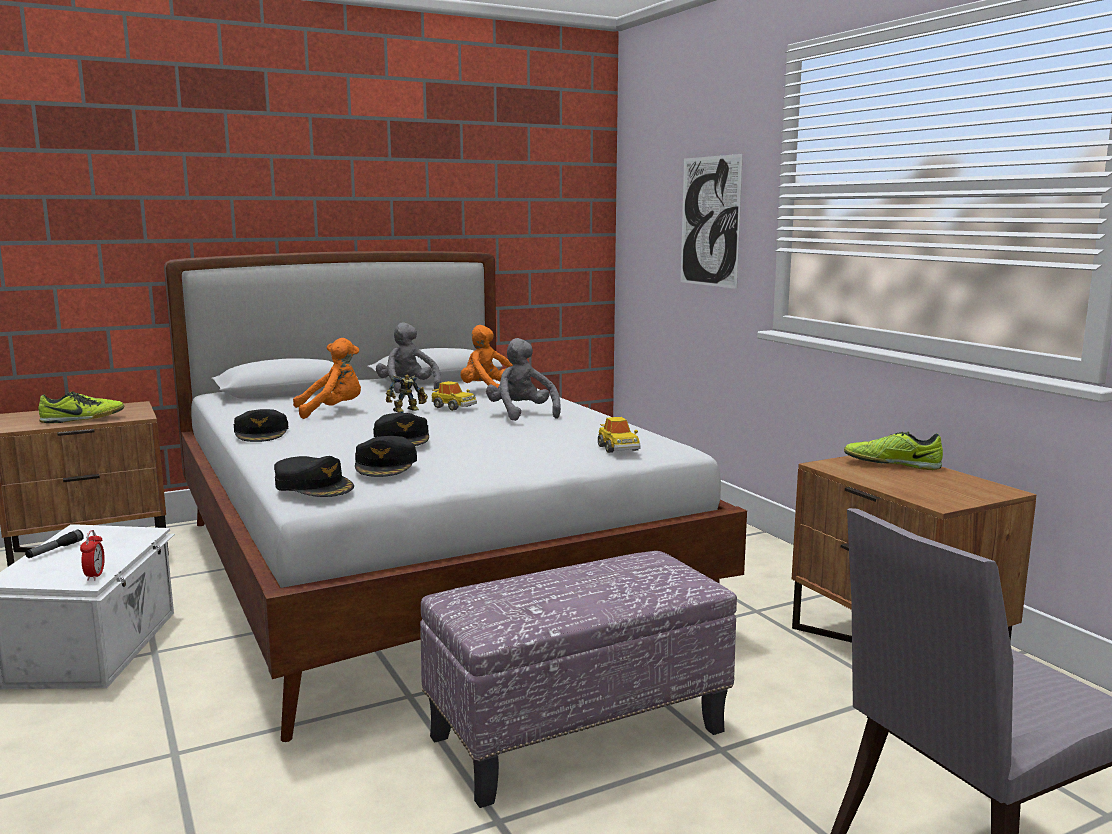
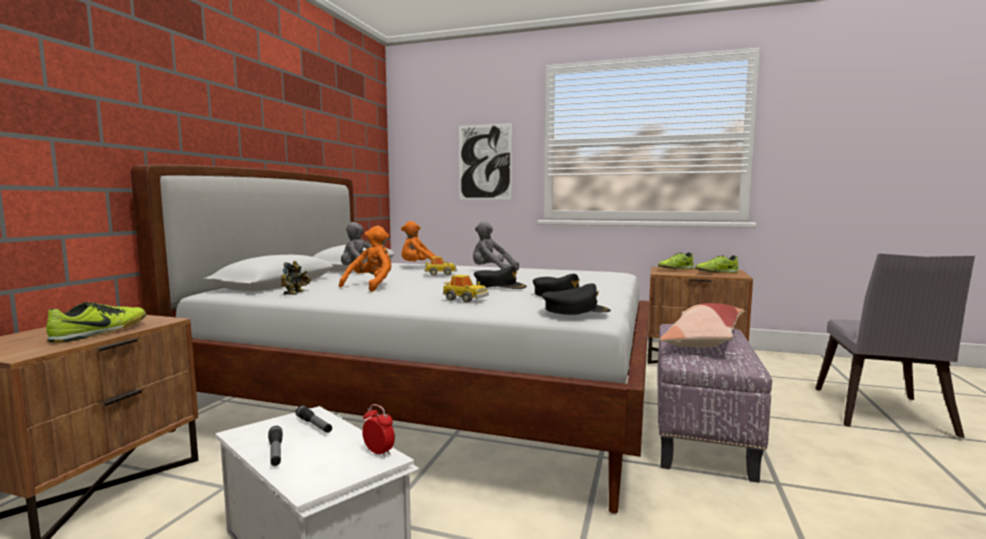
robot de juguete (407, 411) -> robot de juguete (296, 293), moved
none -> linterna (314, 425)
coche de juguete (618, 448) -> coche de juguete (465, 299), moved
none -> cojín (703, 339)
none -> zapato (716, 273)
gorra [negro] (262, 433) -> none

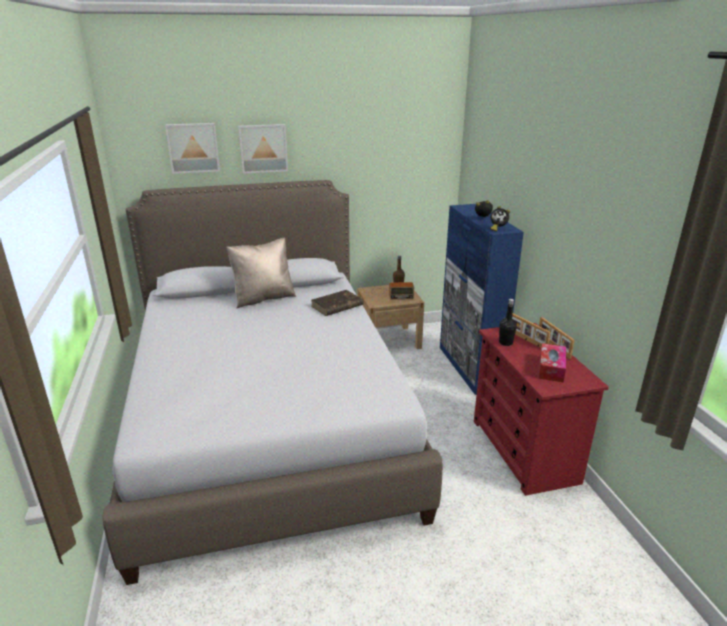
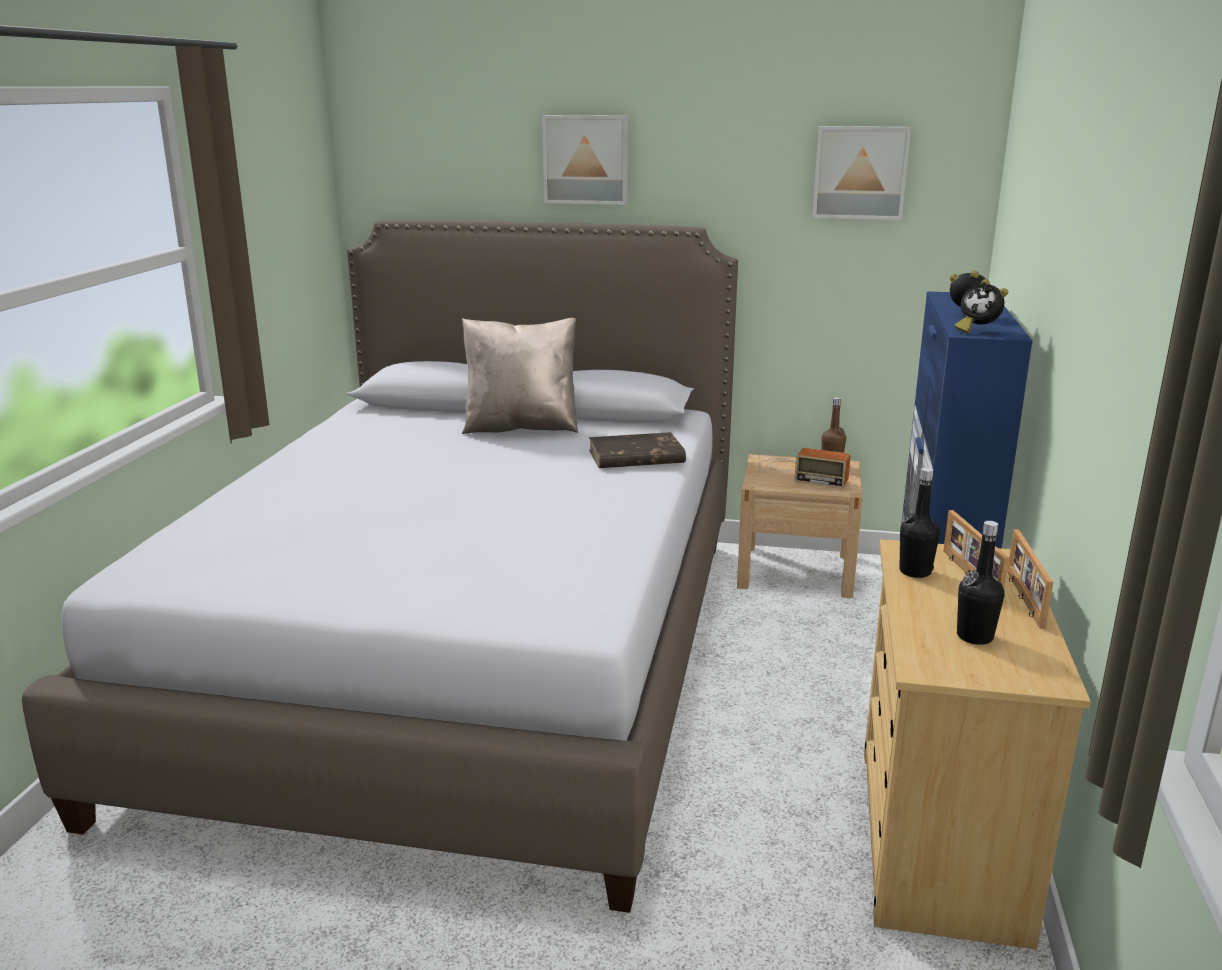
cuadro (193, 147) -> cuadro (860, 172), moved
cómoda [rojo] (524, 451) -> cómoda [beis] (938, 839)
caja de pañuelos (551, 368) -> botella [negro] (974, 636)

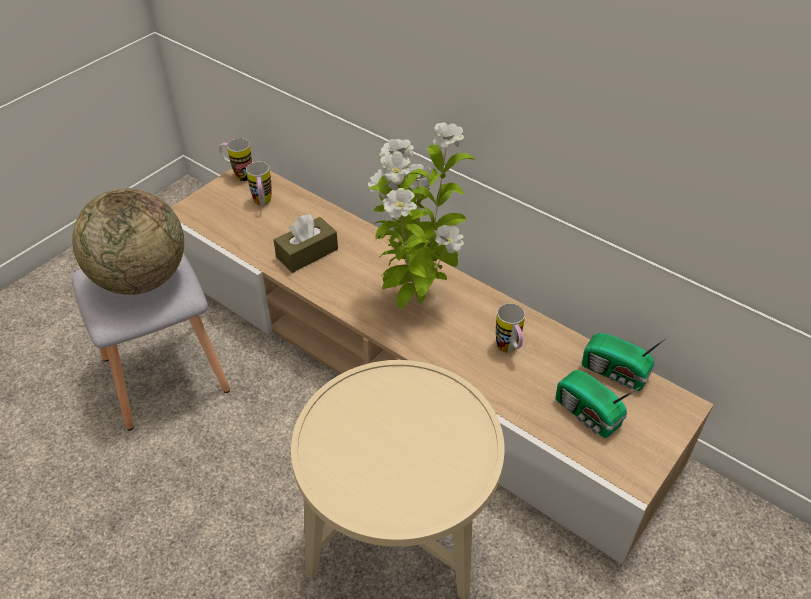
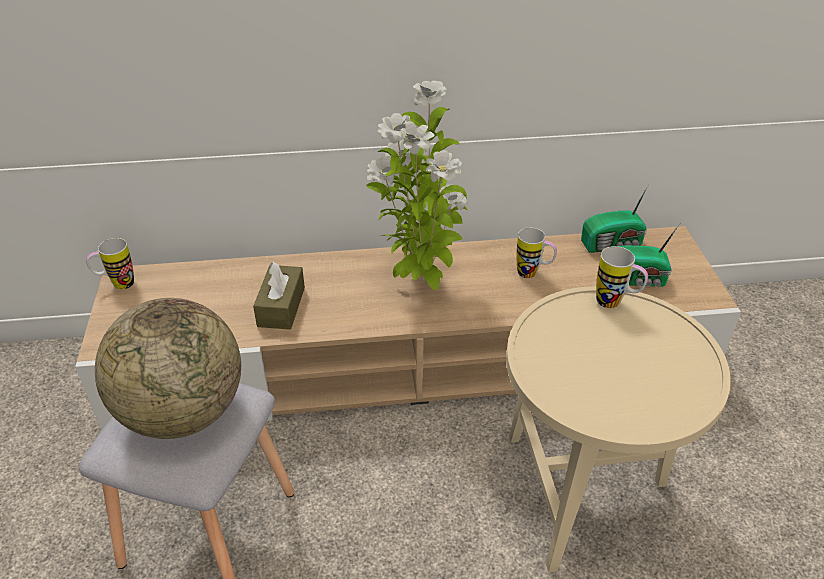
taza grande (263, 204) -> taza grande (615, 303), moved

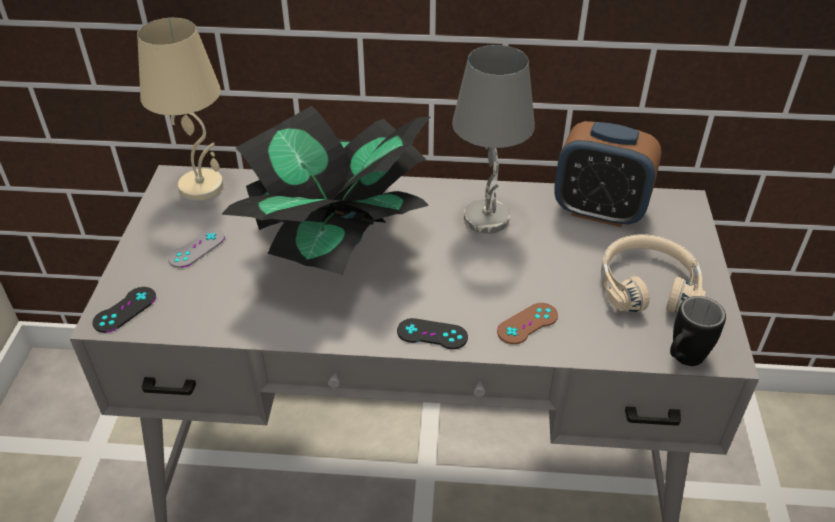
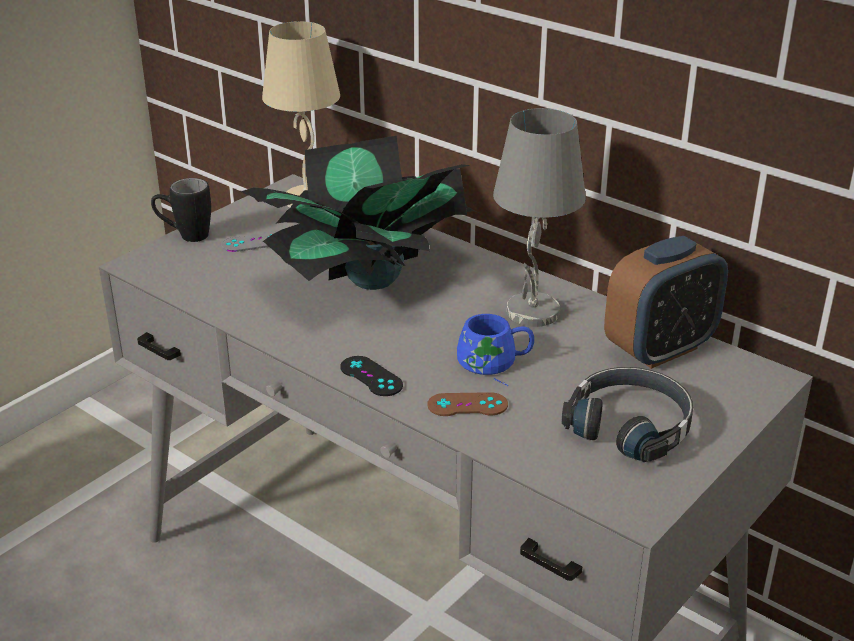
taza grande [negro] (682, 360) -> taza grande [negro] (185, 236), moved
none -> taza grande [azul] (494, 364)
auriculares [beis] (646, 284) -> auriculares [negro] (630, 425)
despertador (599, 211) -> despertador (660, 349), 90 degrees counterclockwise
mando de consola [negro] (125, 310) -> none

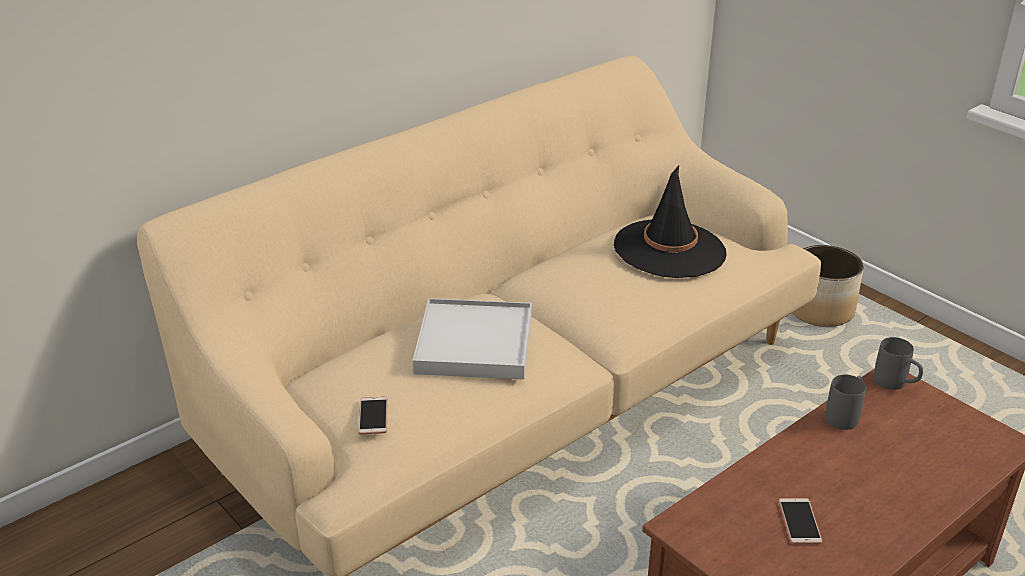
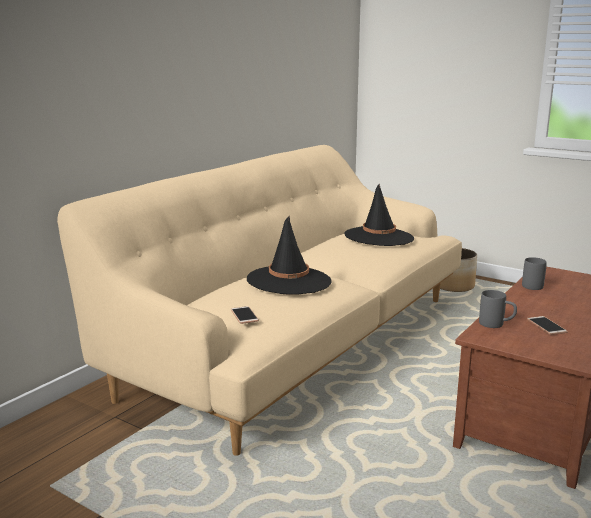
bandeja [blanco] (474, 344) -> sombrero [negro] (289, 281)
taza grande [gris] (896, 384) -> taza grande [gris] (496, 325), moved

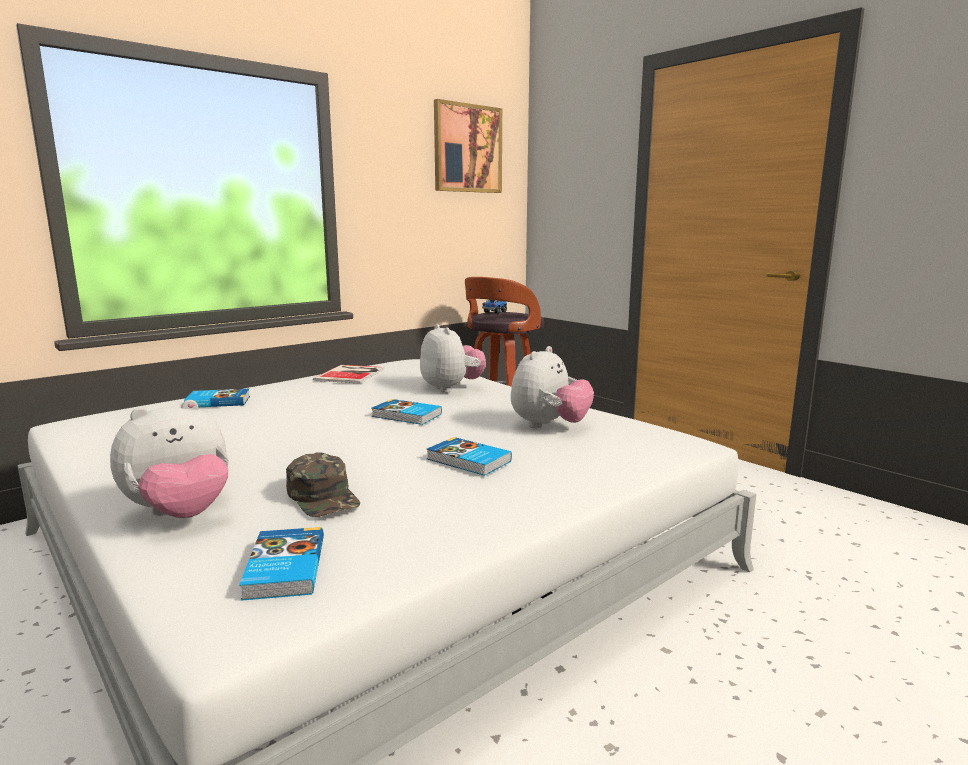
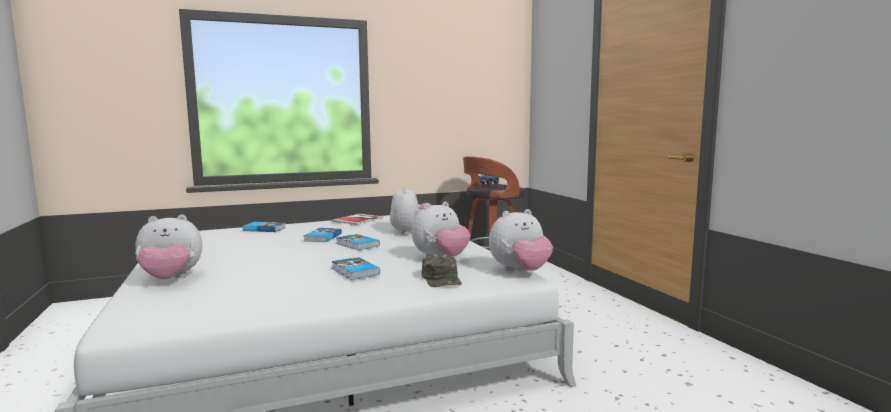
libro (283, 568) -> libro (322, 237), moved
gorra [verde] (324, 496) -> gorra [verde] (442, 279), moved
none -> peluche (520, 271)
cuadro (467, 149) -> none

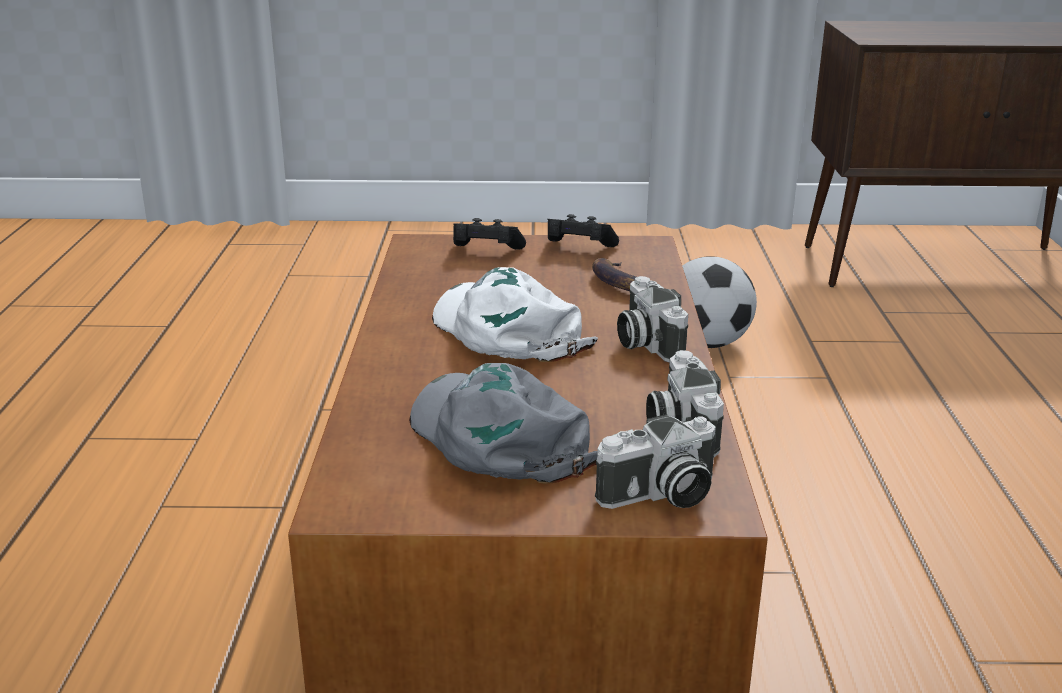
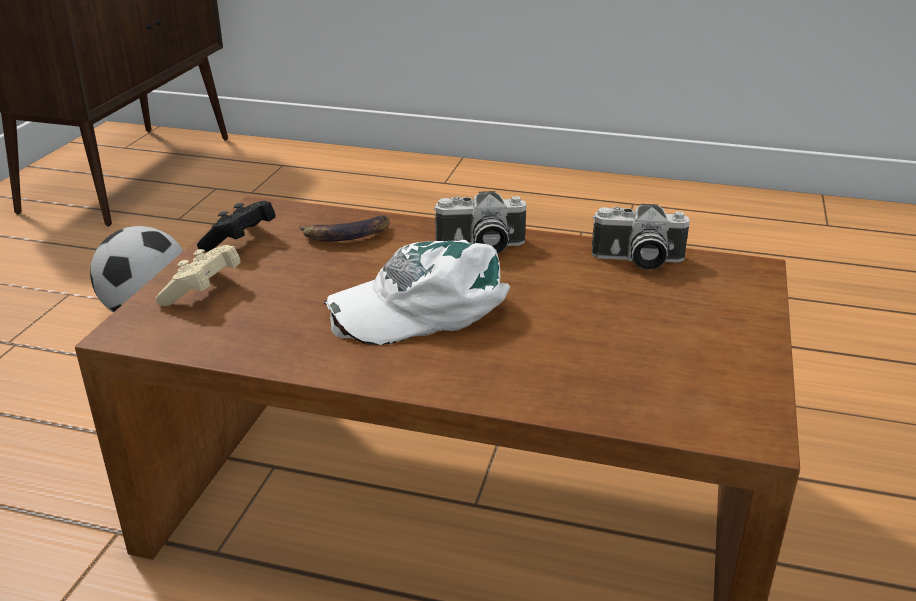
mando de consola [negro] (485, 252) -> mando de consola [beis] (203, 291)
gorra [gris] (499, 438) -> none
cámara (660, 496) -> none

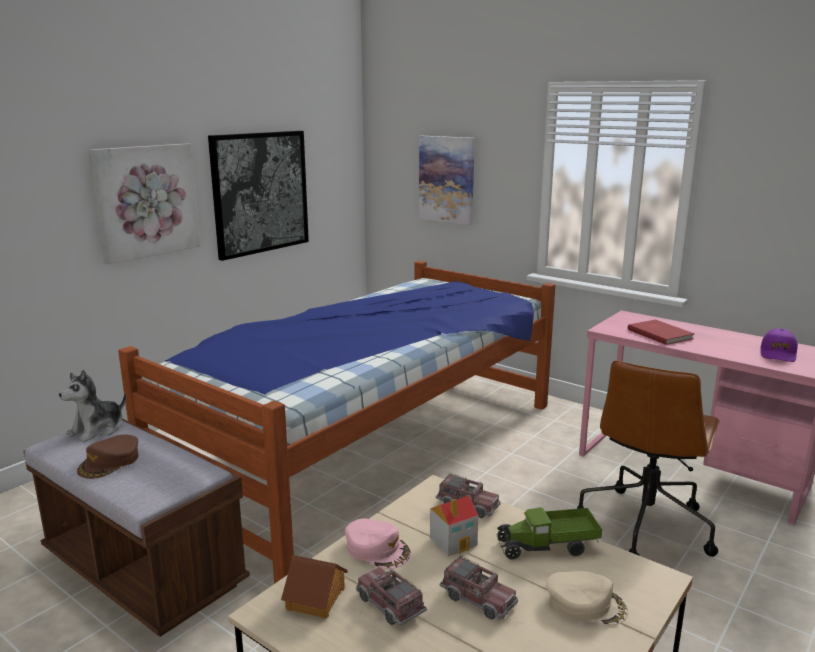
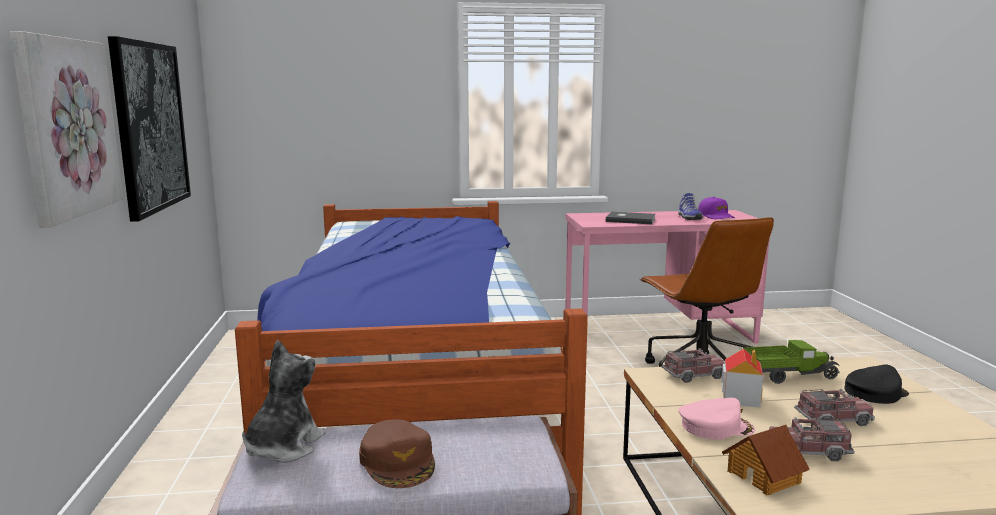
peluche (97, 430) -> peluche (283, 447), 150 degrees counterclockwise
libro [rojo] (660, 333) -> libro [gris] (630, 220)
none -> zapato (688, 218)
camión de juguete (547, 546) -> camión de juguete (788, 375), 135 degrees counterclockwise
gorra [beis] (586, 604) -> gorra [negro] (874, 392)
cuadro (447, 179) -> none

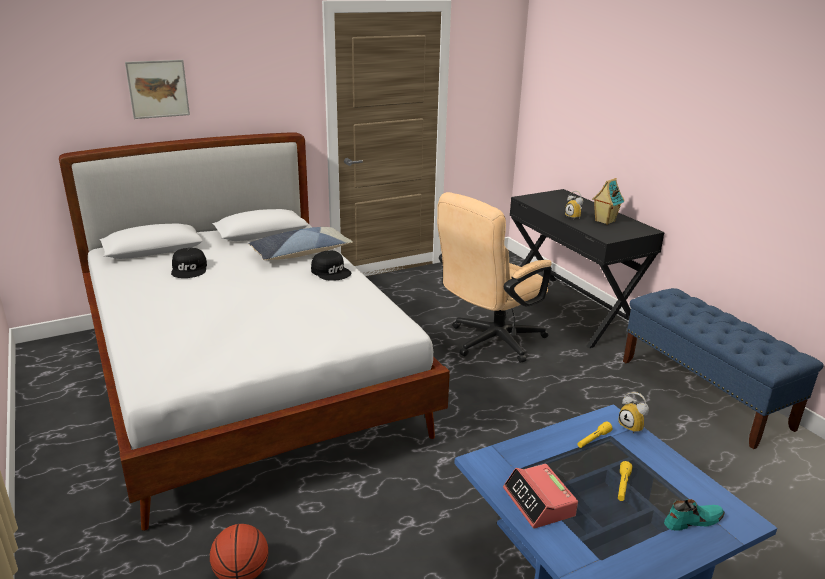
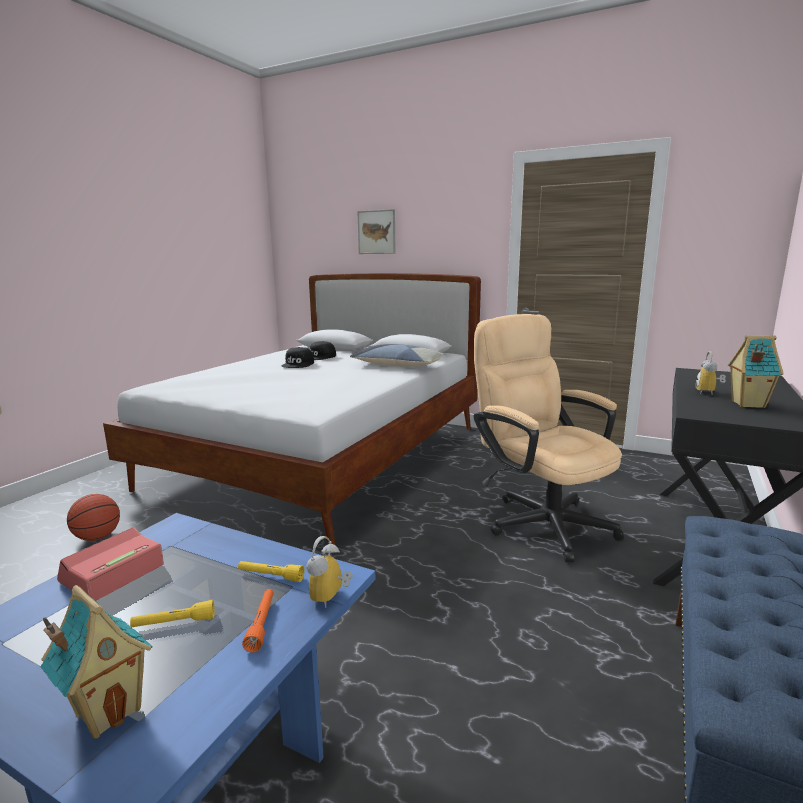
zapato [turquesa] (692, 520) -> casita (109, 710)
none -> linterna [naranja] (261, 624)
gorra [negro] (331, 271) -> gorra [negro] (298, 364), moved
silla de oficina [beis] (489, 342) -> silla de oficina [beis] (541, 520), 45 degrees clockwise

